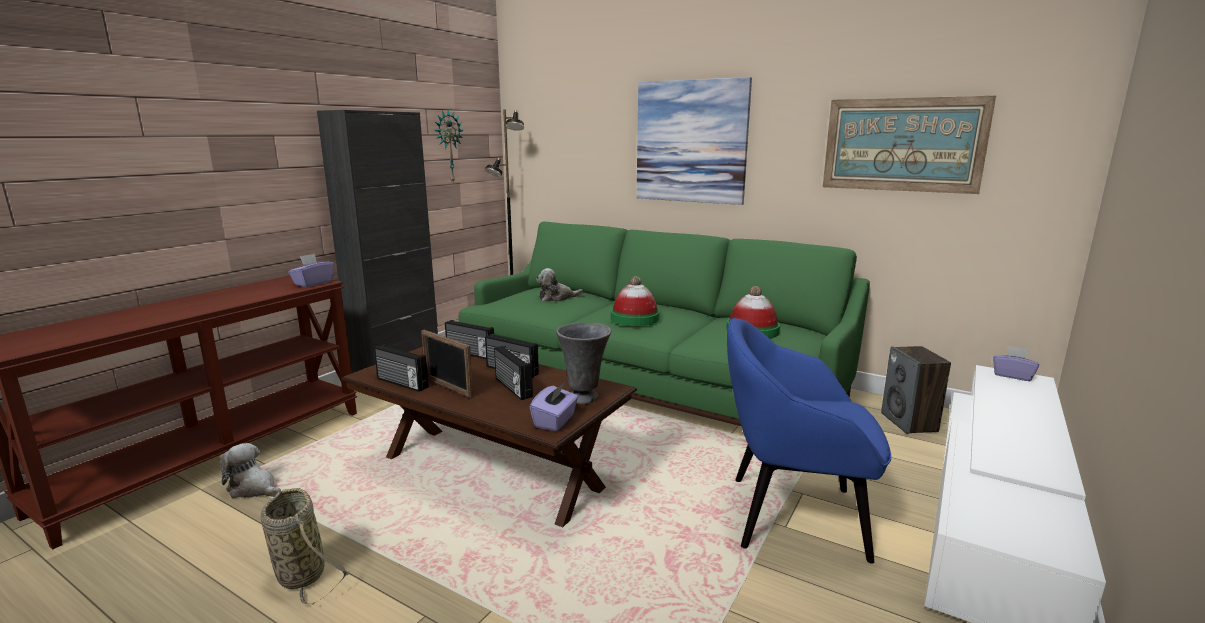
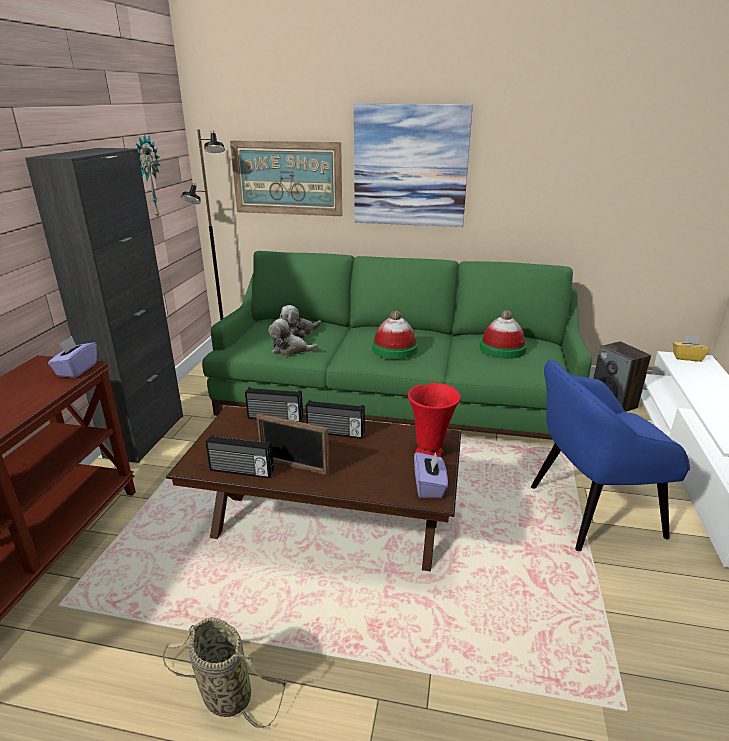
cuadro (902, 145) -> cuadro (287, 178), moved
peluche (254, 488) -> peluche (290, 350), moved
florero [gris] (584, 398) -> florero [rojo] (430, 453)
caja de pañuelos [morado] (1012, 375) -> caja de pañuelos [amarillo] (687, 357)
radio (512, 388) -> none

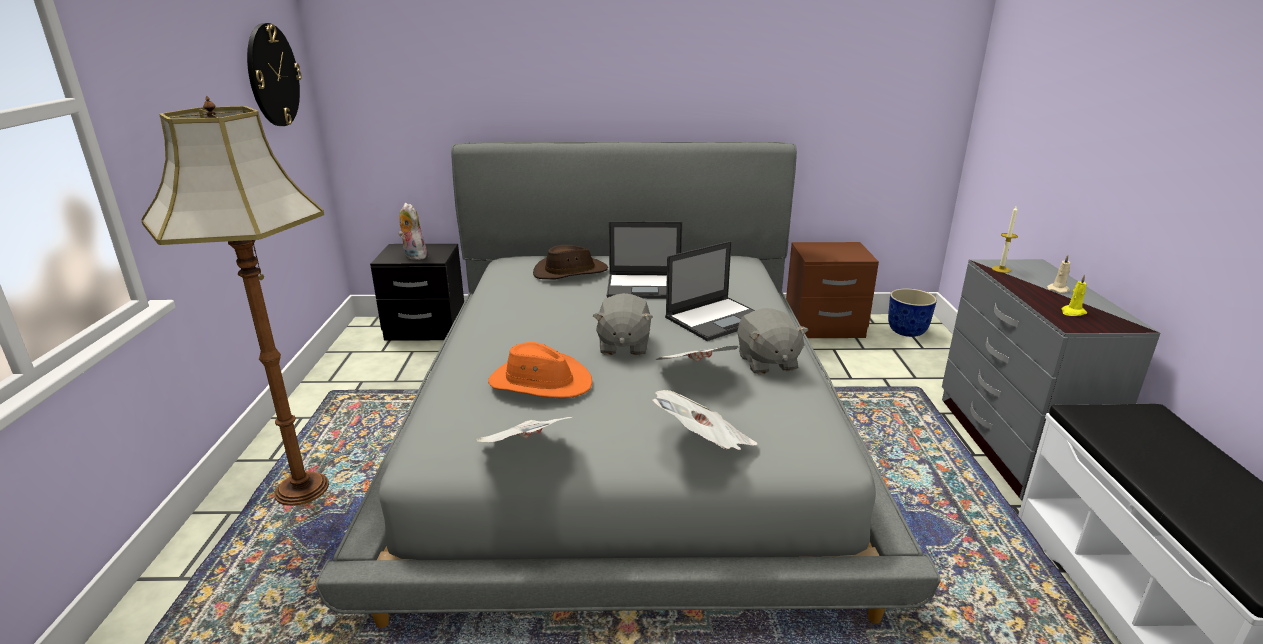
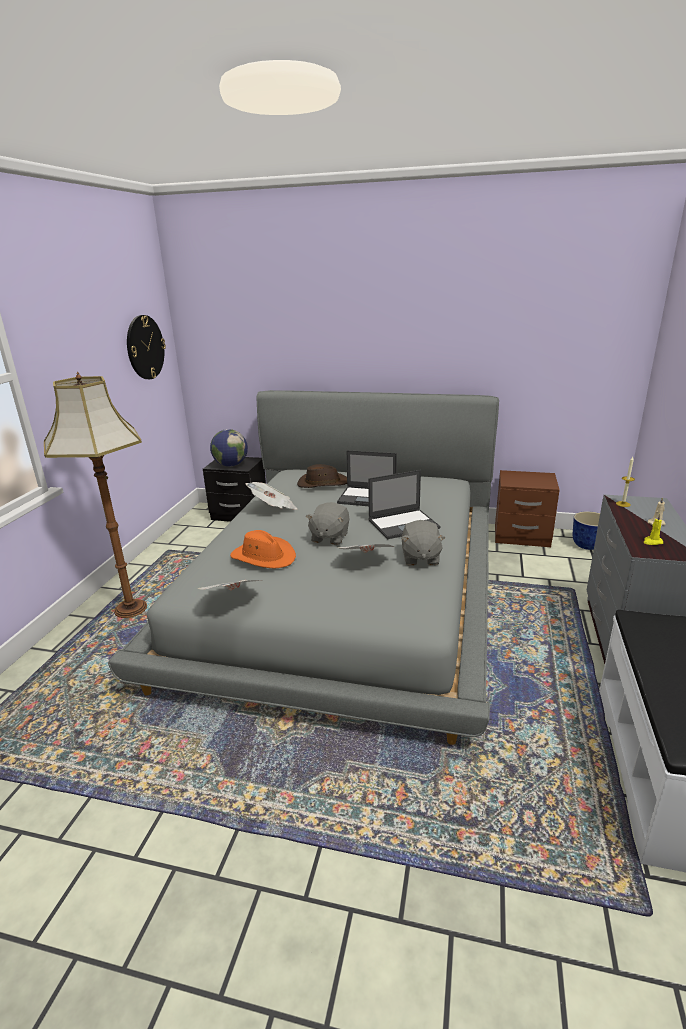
peluche (413, 256) -> globo terráqueo (231, 465)
periódico (704, 444) -> periódico (273, 508), moved

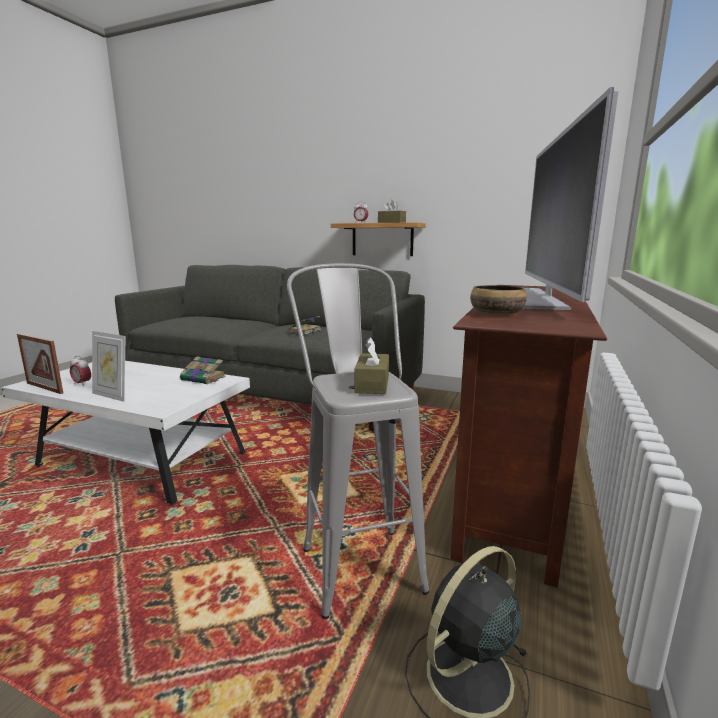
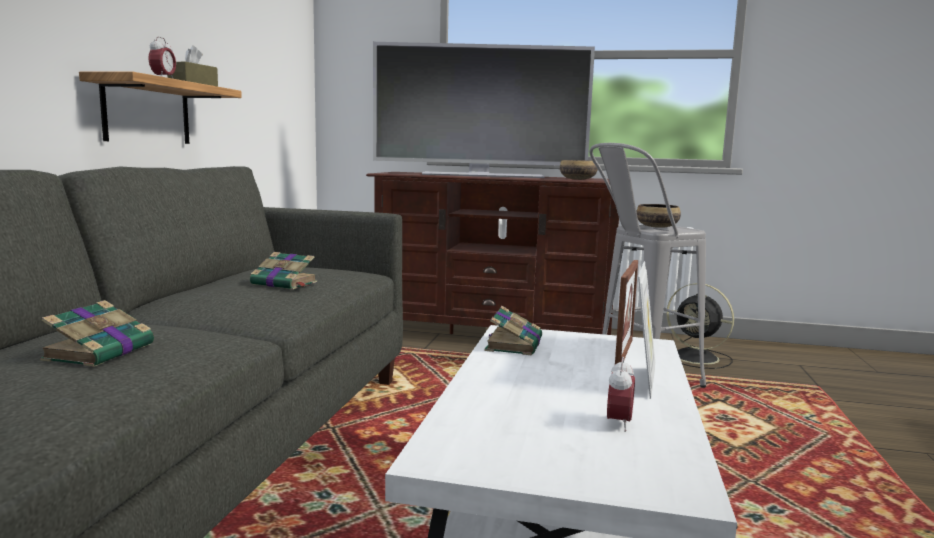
none -> libro (102, 351)
portarretratos (44, 388) -> portarretratos (624, 354), moved
caja de pañuelos [marrón] (372, 384) -> cuenco (657, 227)

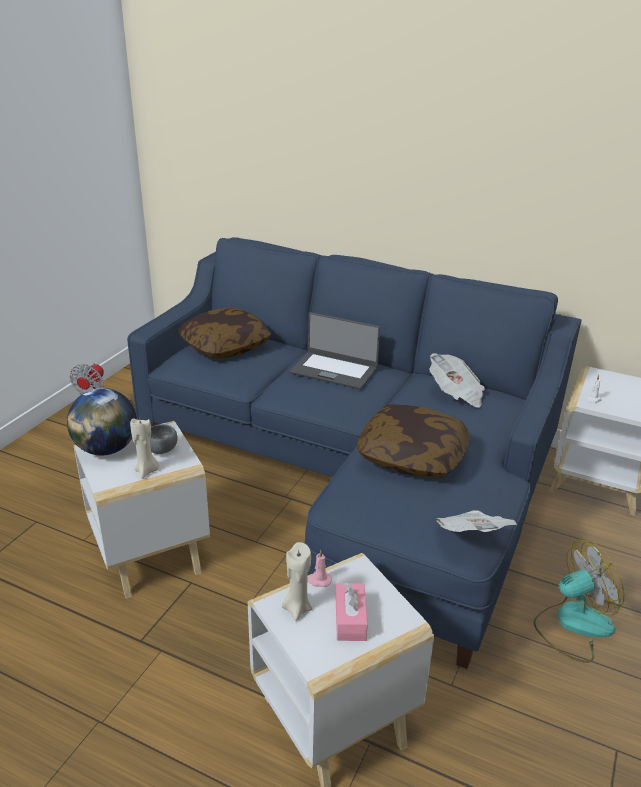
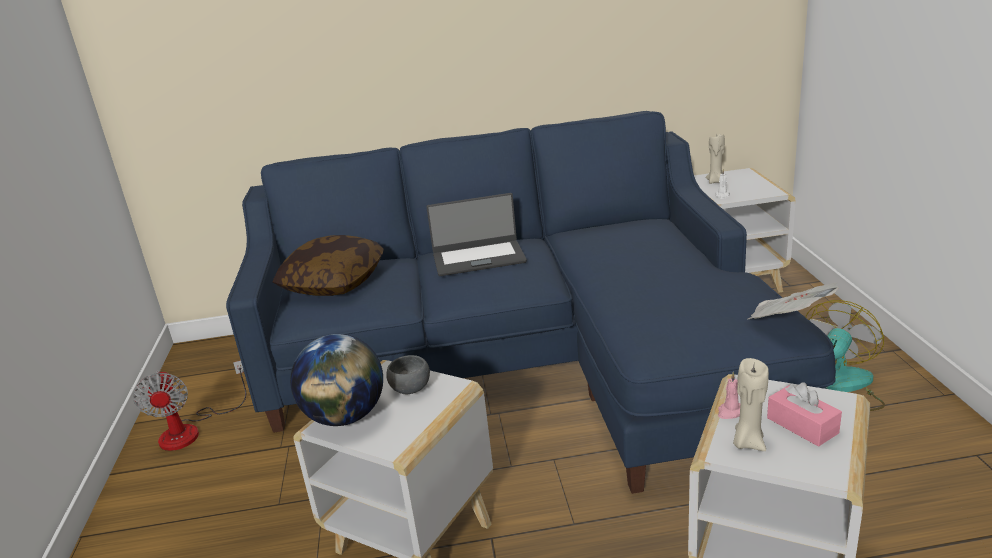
vela [beis] (147, 471) -> vela [beis] (715, 181), moved
cojín (412, 456) -> none
periódico (456, 394) -> none

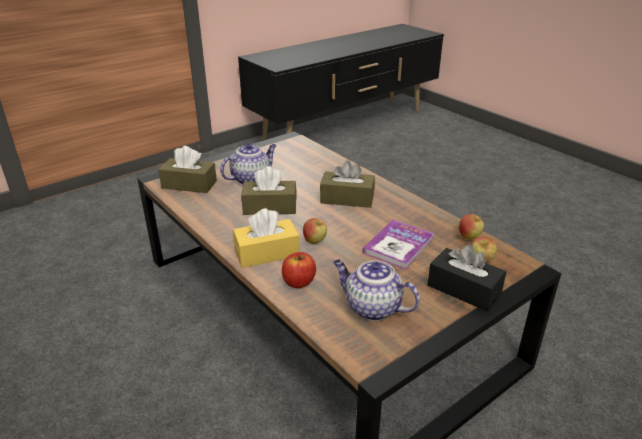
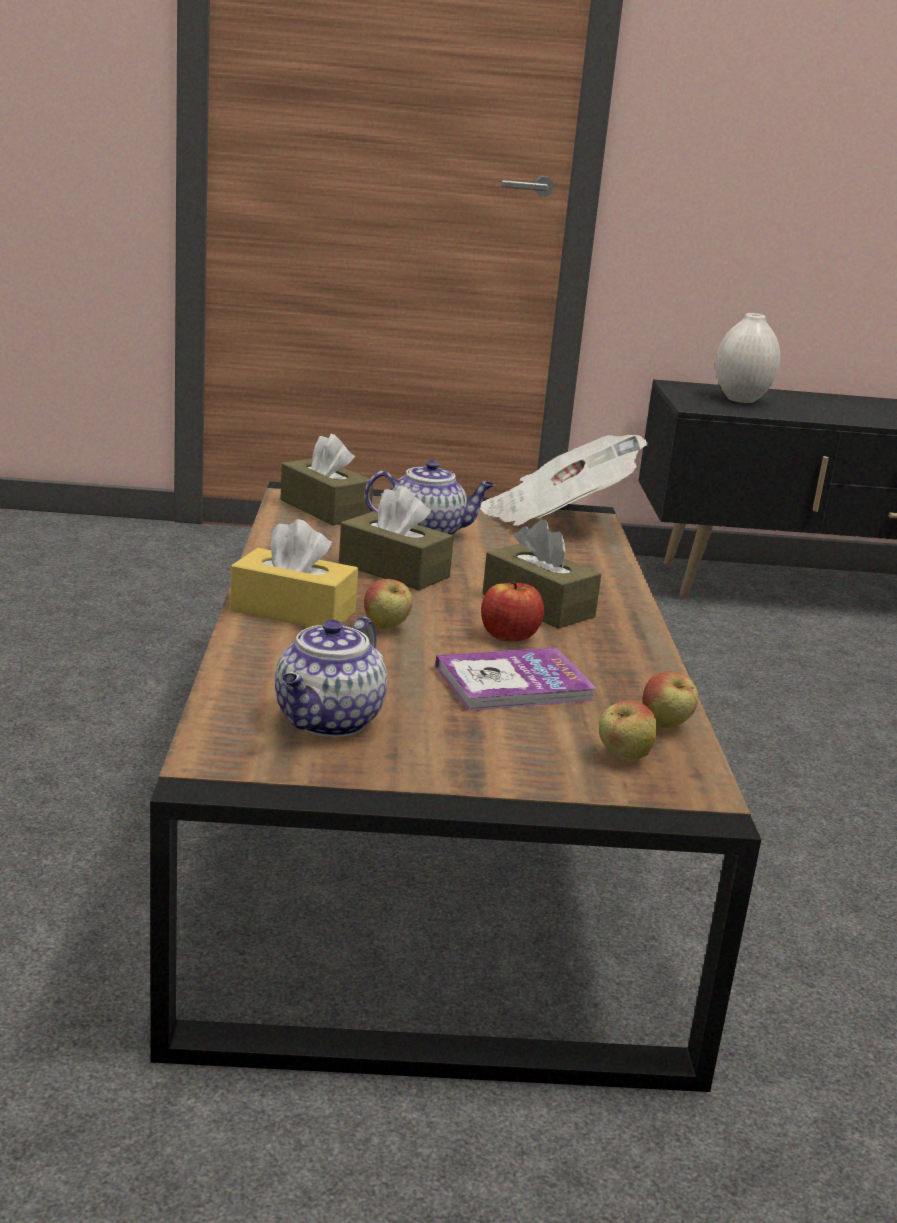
tetera (371, 307) -> tetera (328, 722), 135 degrees counterclockwise
none -> periódico (556, 519)
manzana (298, 282) -> manzana (509, 636), moved
none -> florero [blanco] (740, 399)
caja de pañuelos [negro] (464, 289) -> none

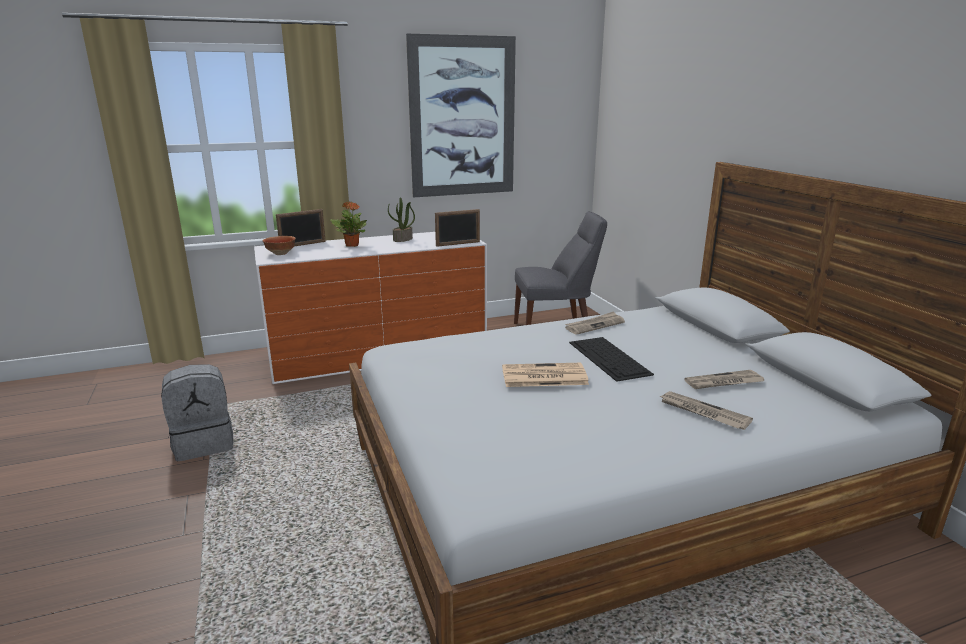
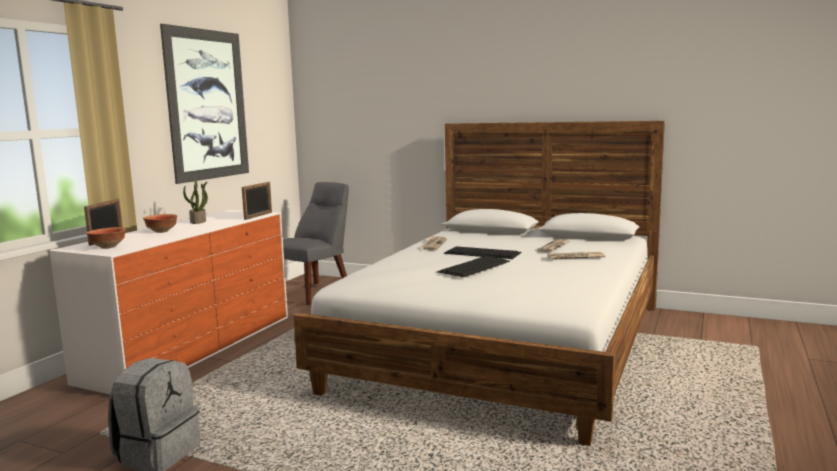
planta en maceta (352, 245) -> cuenco (162, 231)
periódico (543, 376) -> teclado (474, 267)

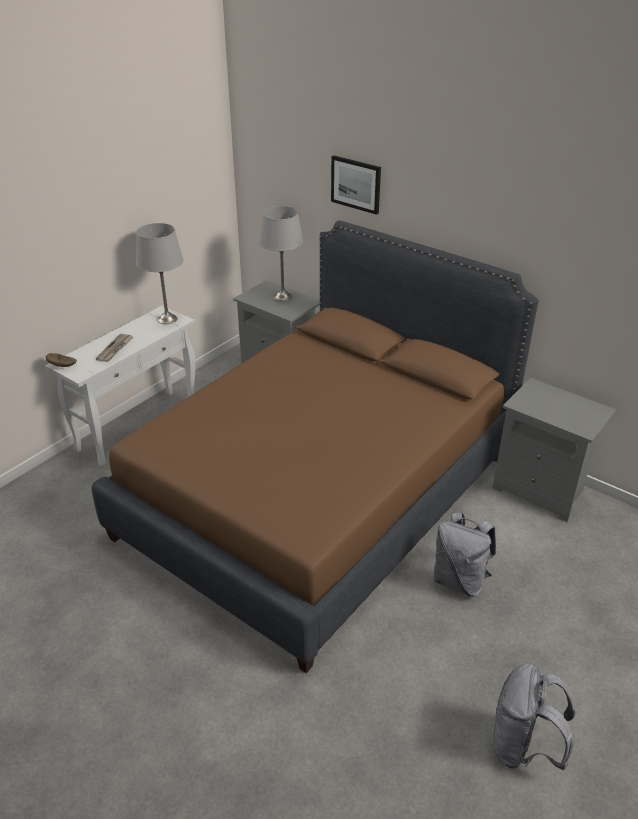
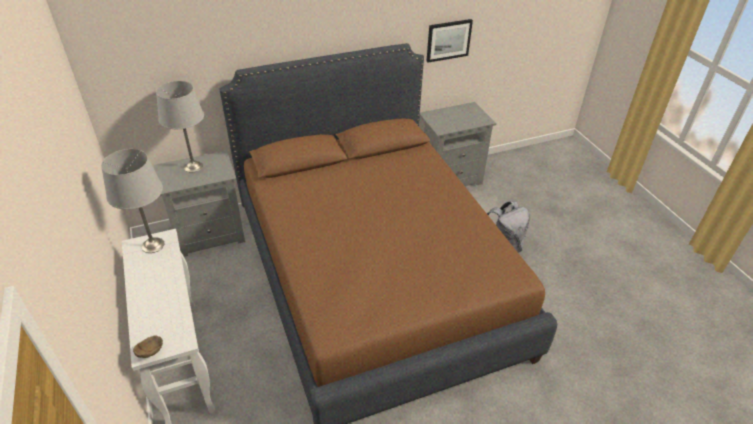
cuadro (356, 184) -> cuadro (448, 40), moved
periódico (115, 349) -> none
mochila [gris] (523, 747) -> none

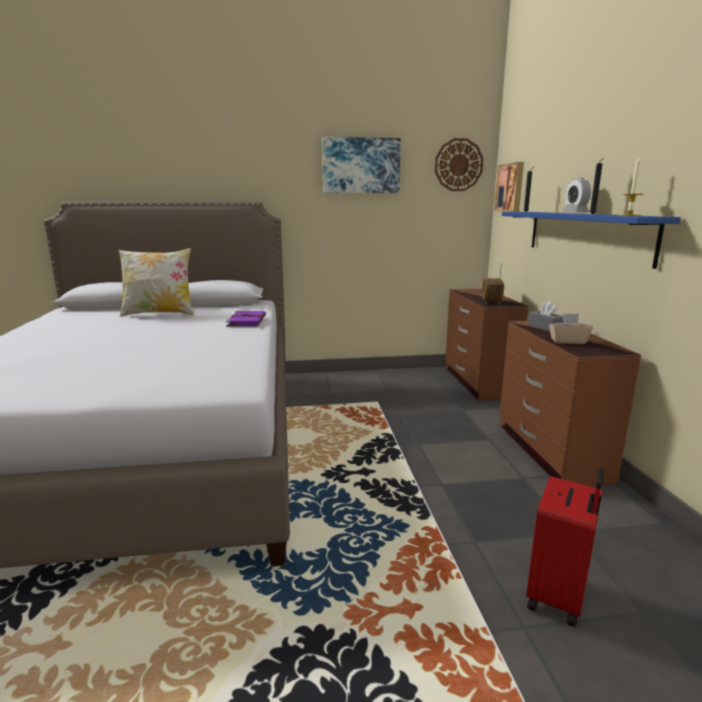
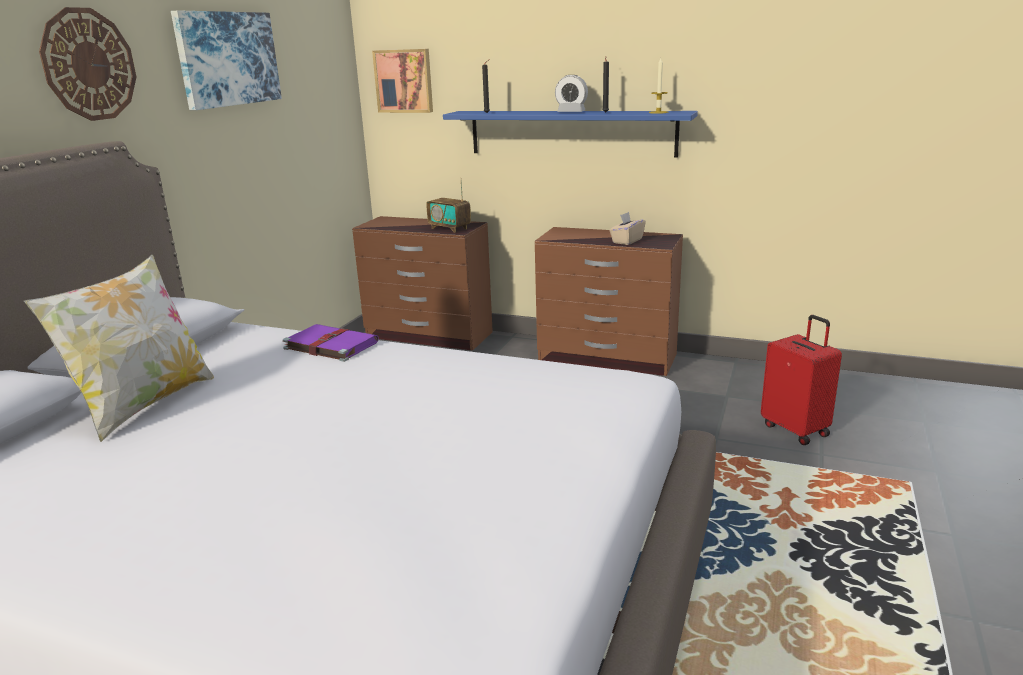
reloj de pared (458, 165) -> reloj de pared (89, 65), moved
caja de pañuelos [gris] (545, 327) -> none

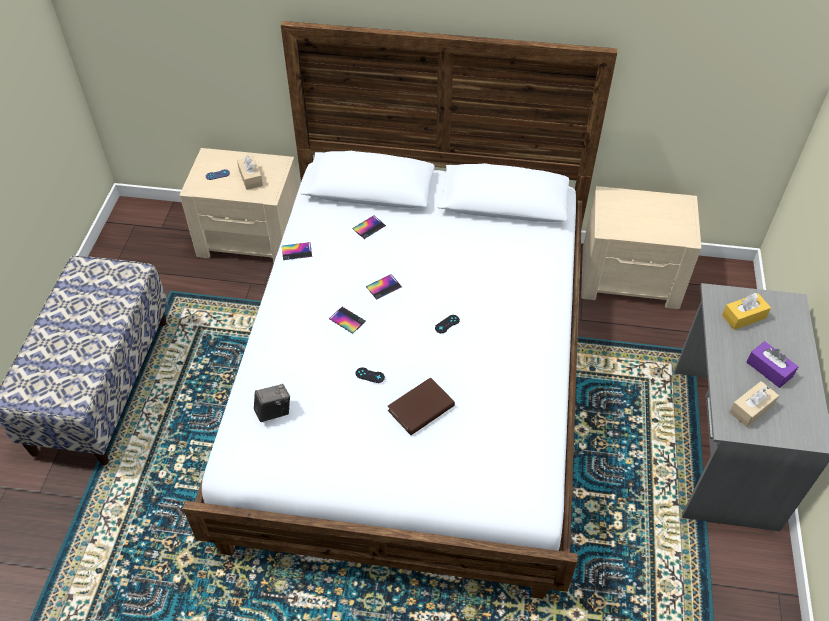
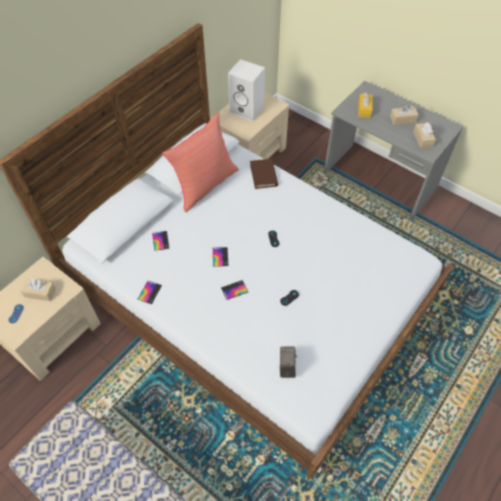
none -> cojín [rojo] (205, 185)
none -> altavoz [blanco] (247, 109)
libro [marrón] (421, 408) -> libro [marrón] (263, 175), moved
caja de pañuelos [morado] (769, 369) -> caja de pañuelos [beis] (402, 119)

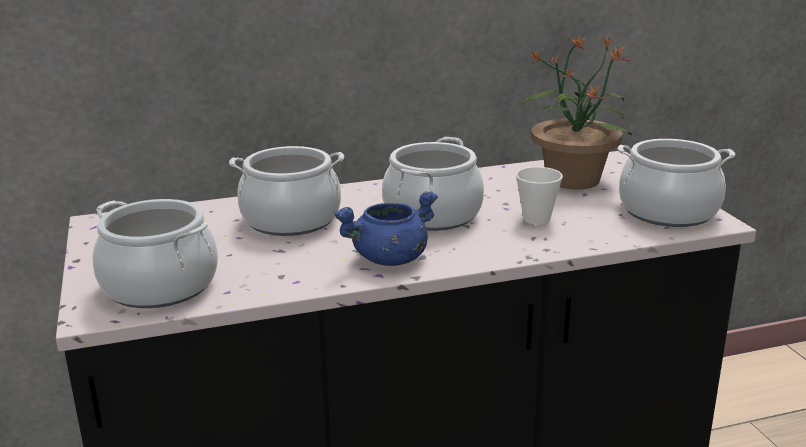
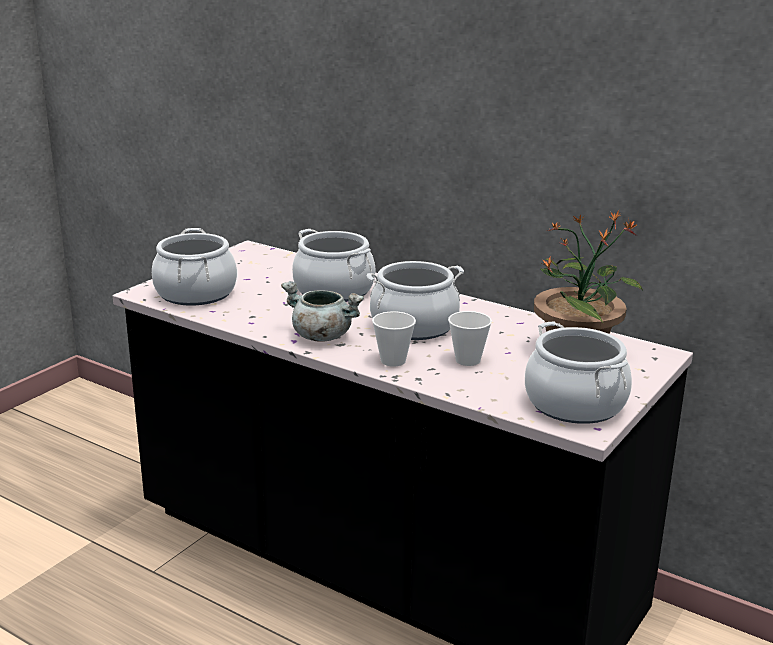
olla [azul] (389, 259) -> olla [gris] (321, 336)
none -> taza (393, 361)

